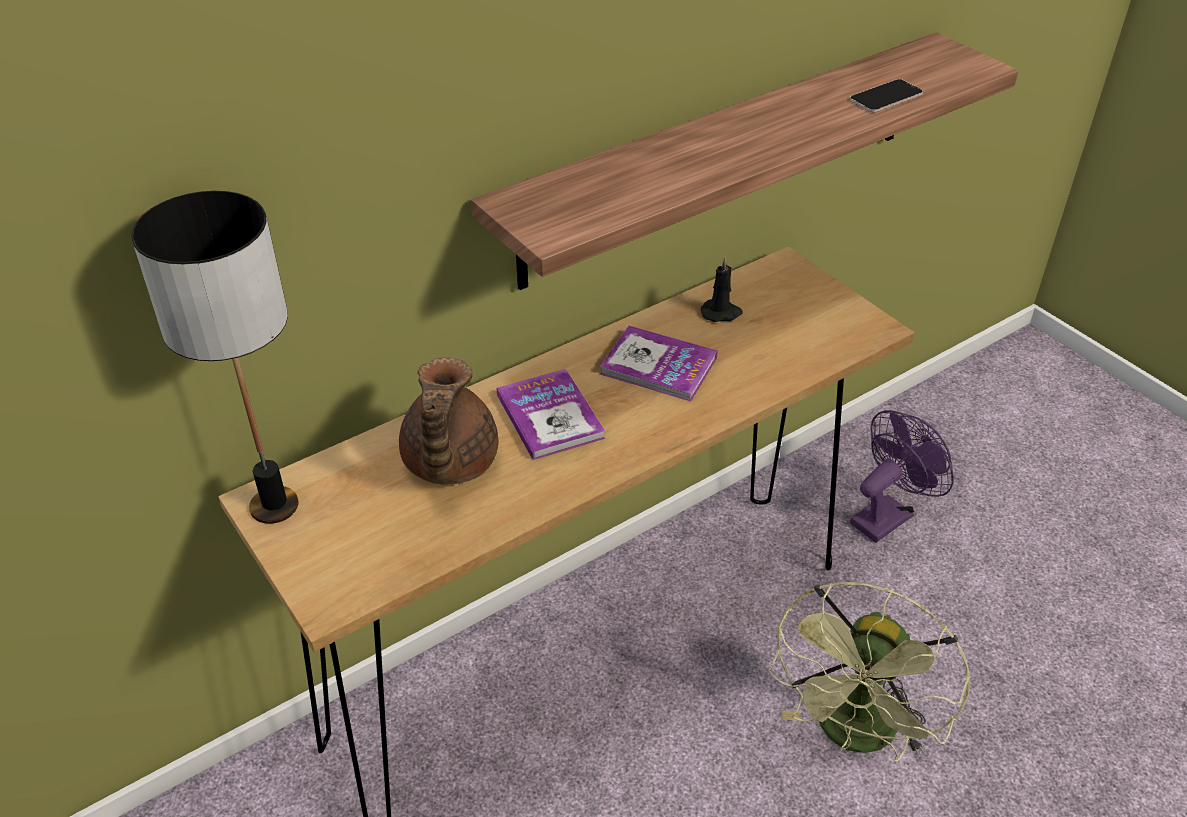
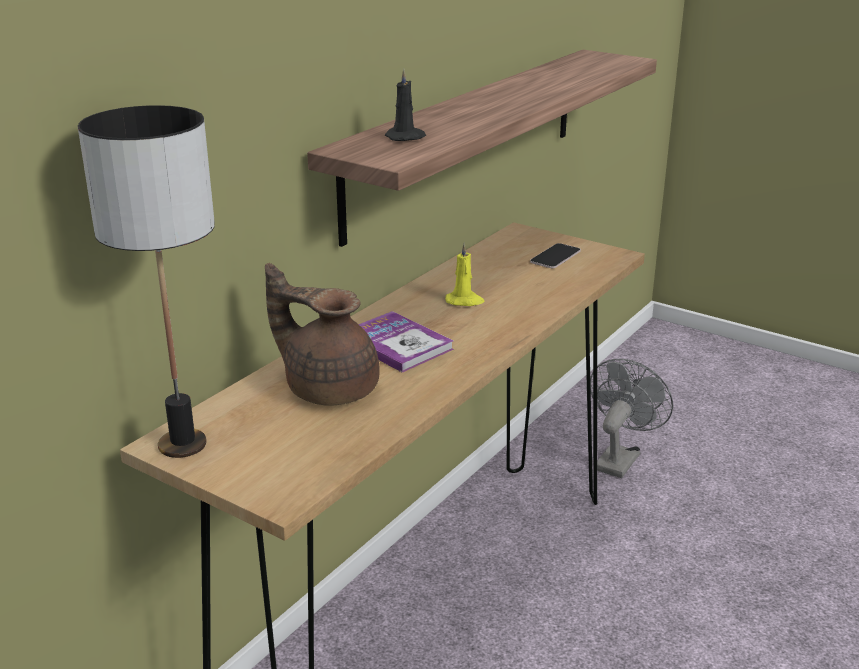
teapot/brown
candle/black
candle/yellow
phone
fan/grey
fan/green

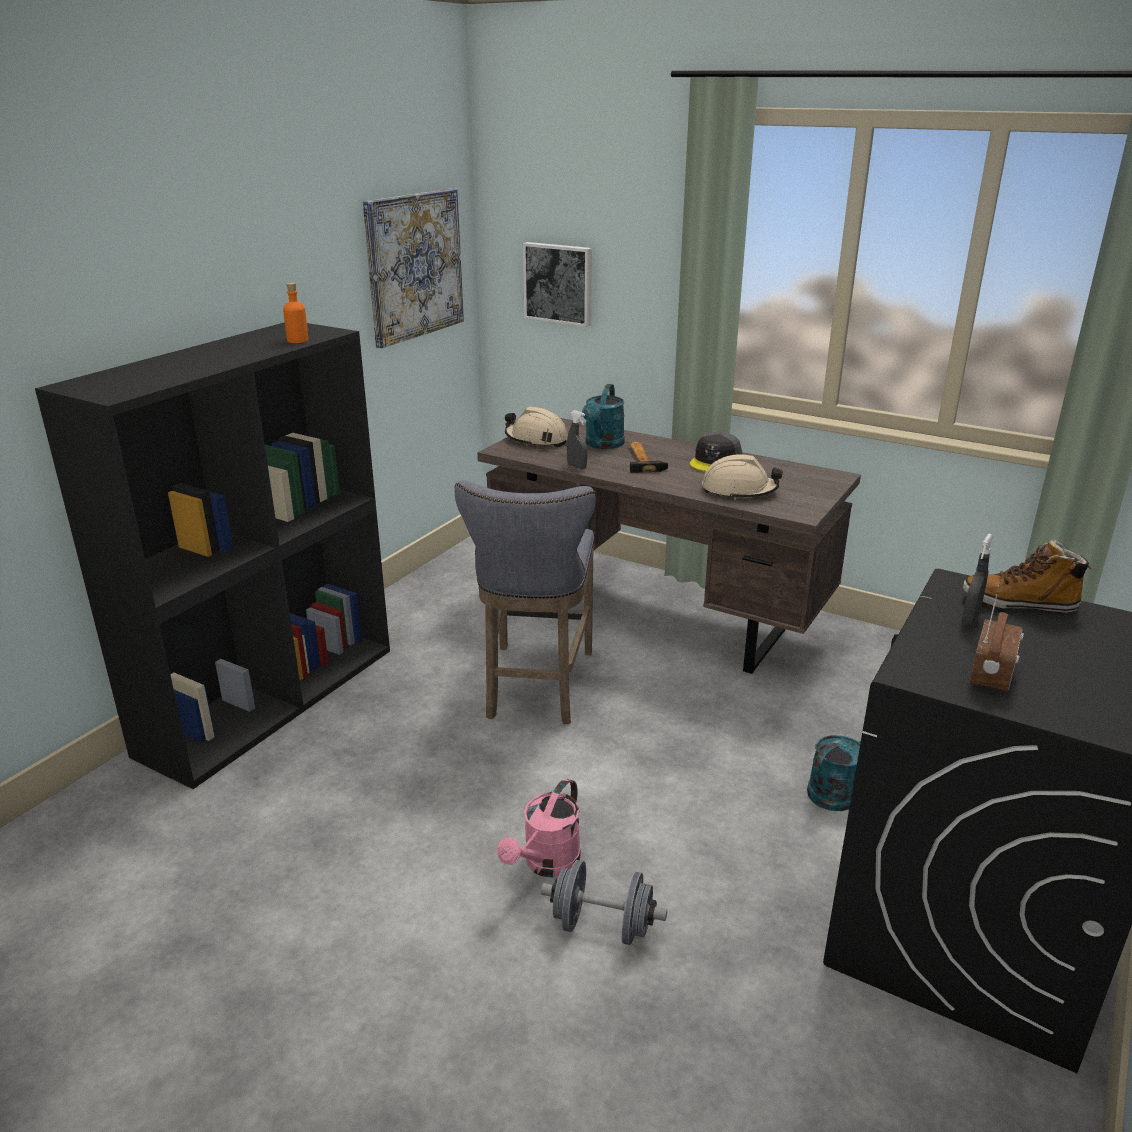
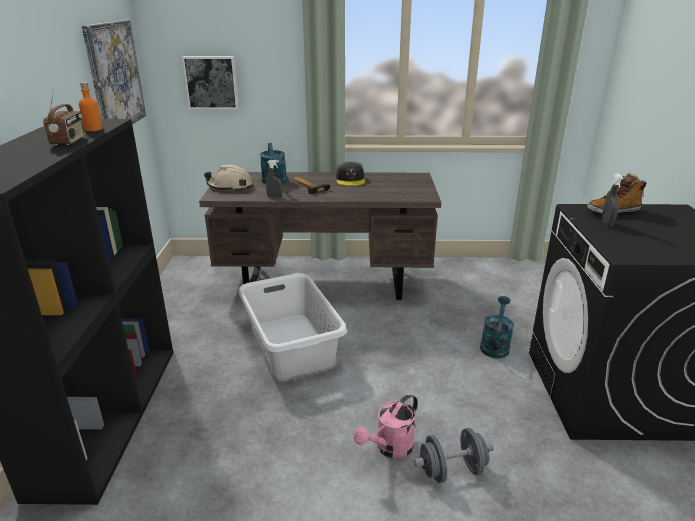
radio
laundry basket/white
watering can/pink
hard hat/beige (no. 2 from left in the first image)

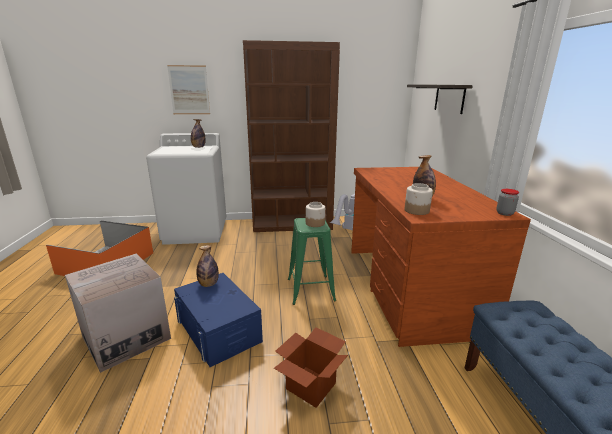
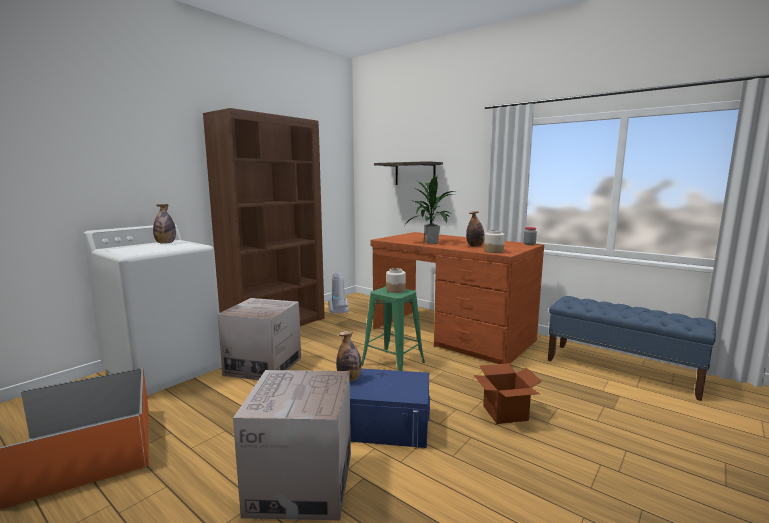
cardboard box (no. 1 from left)
potted plant
picture

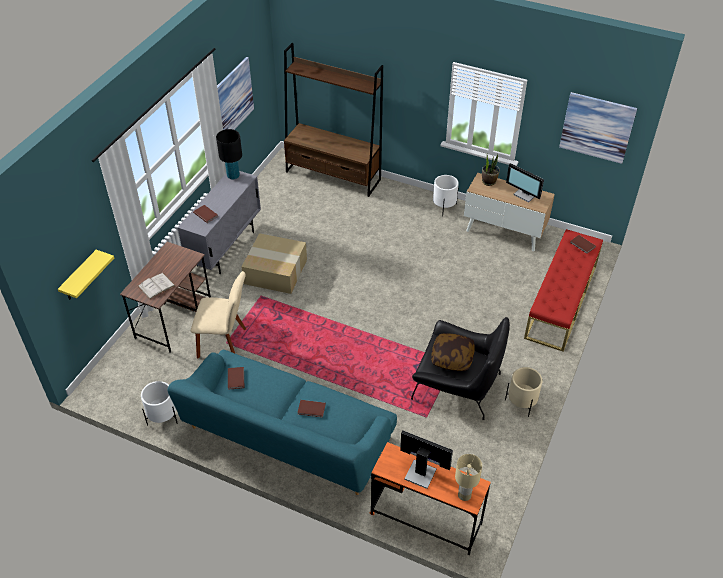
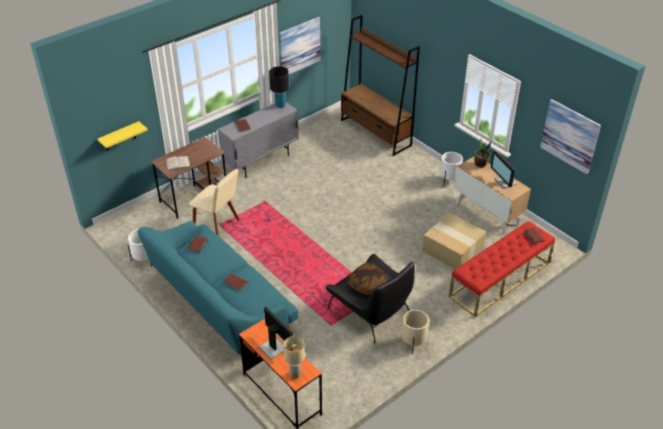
cardboard box

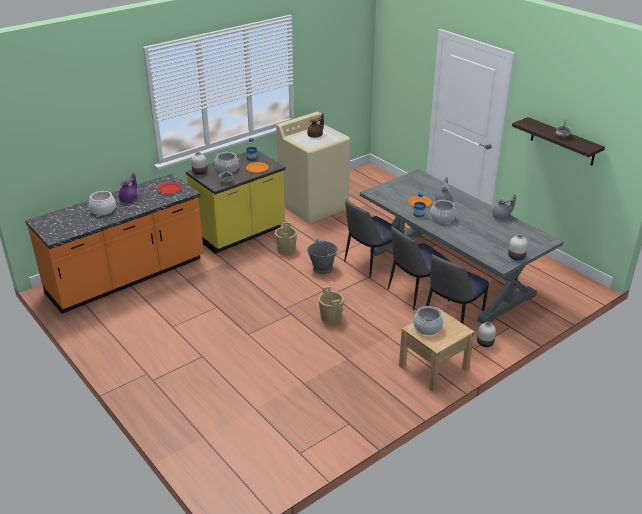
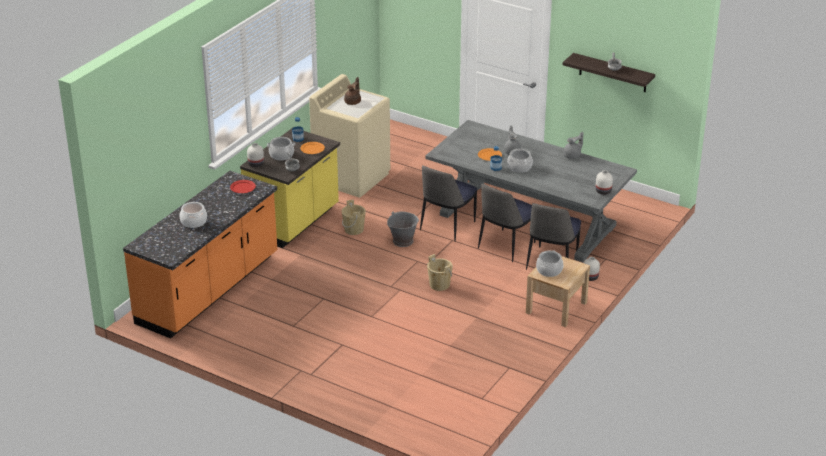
teapot/purple

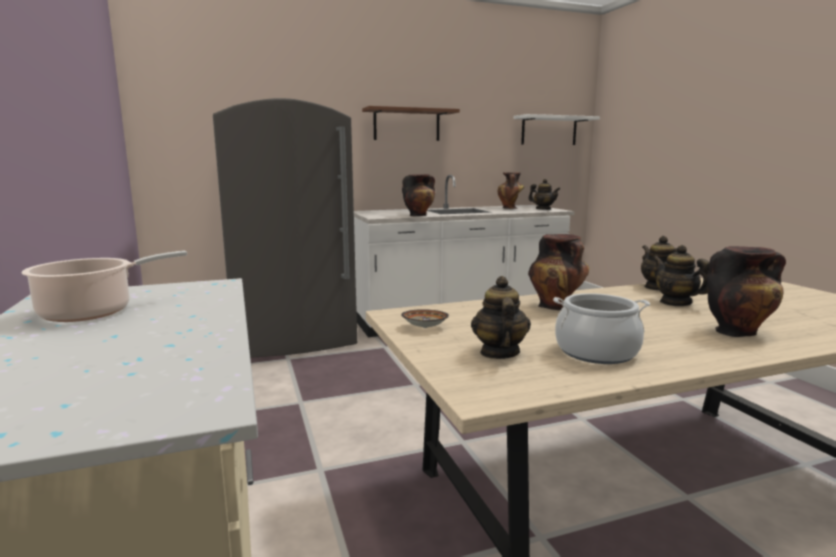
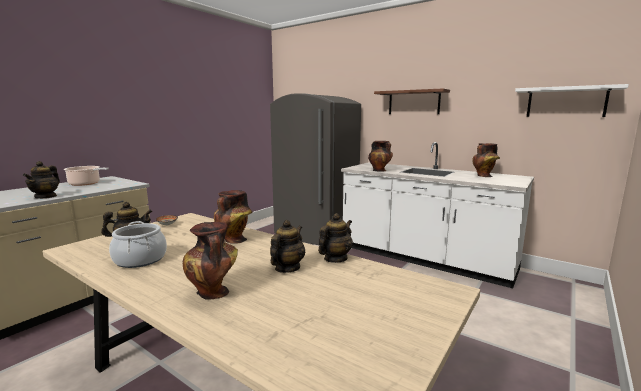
teapot (no. 1 from left)

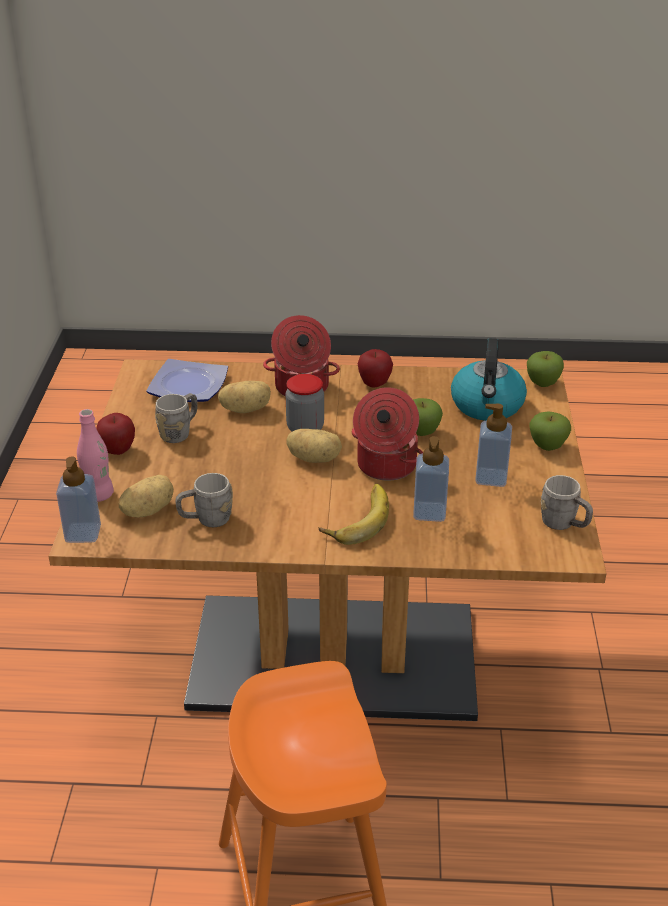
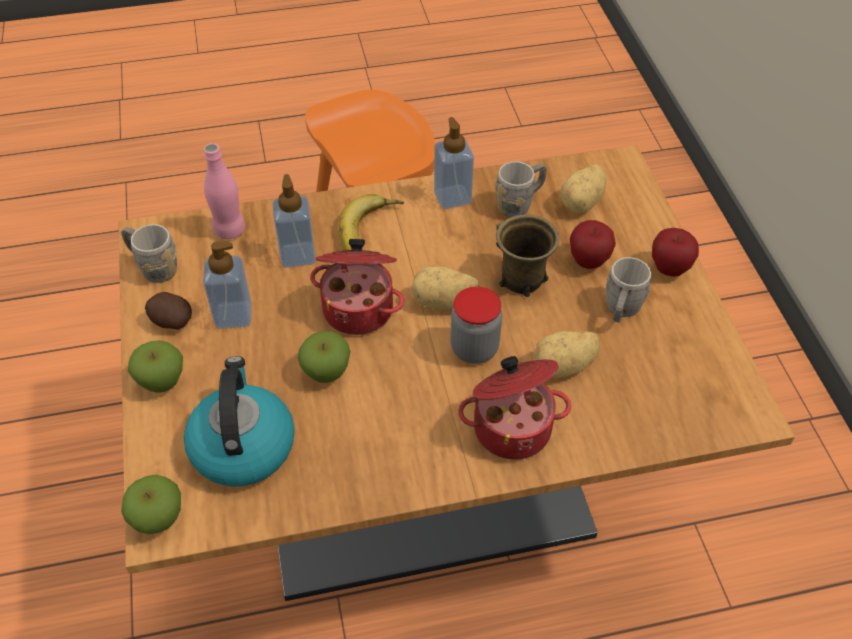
potato (no. 1 from left)
bottle/pink
soap dispenser (no. 3 from left)
mug/brown
apple (no. 4 from left)
plate

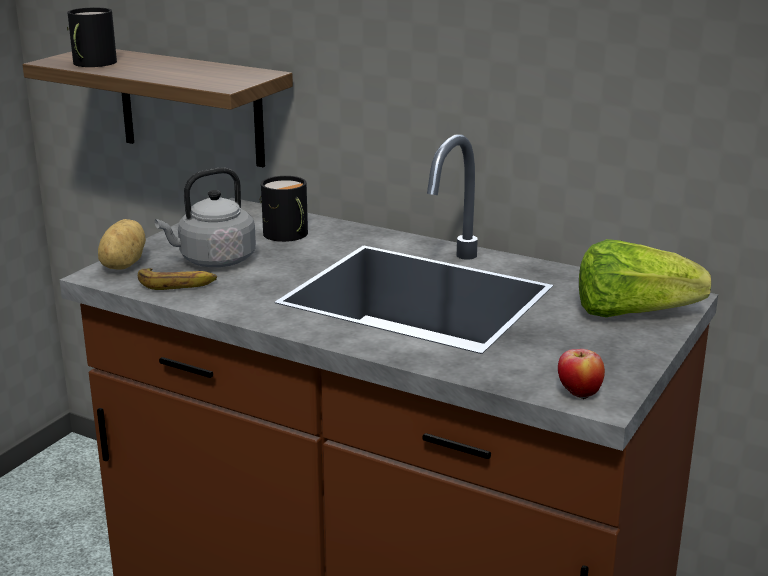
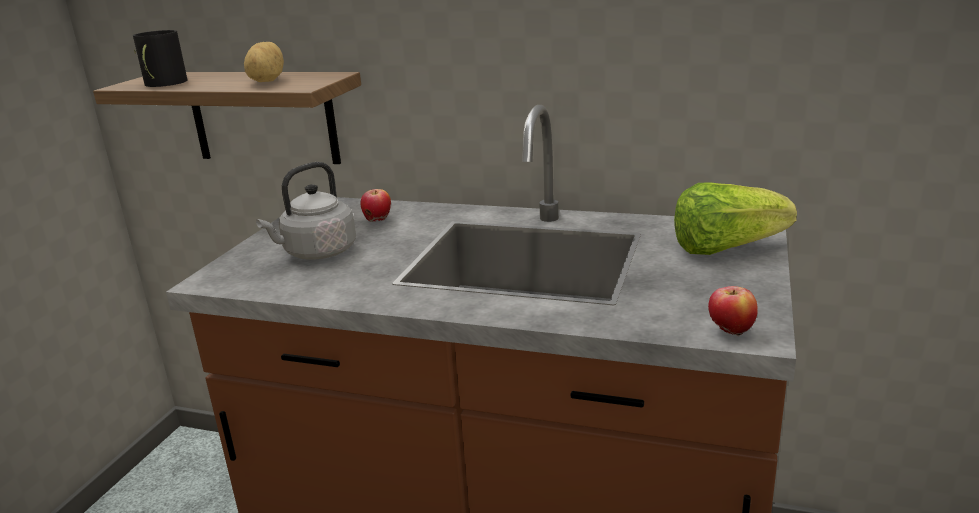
potato
apple (no. 1 from left)
banana

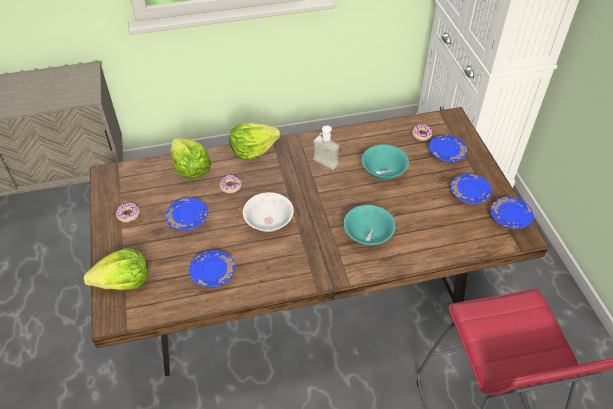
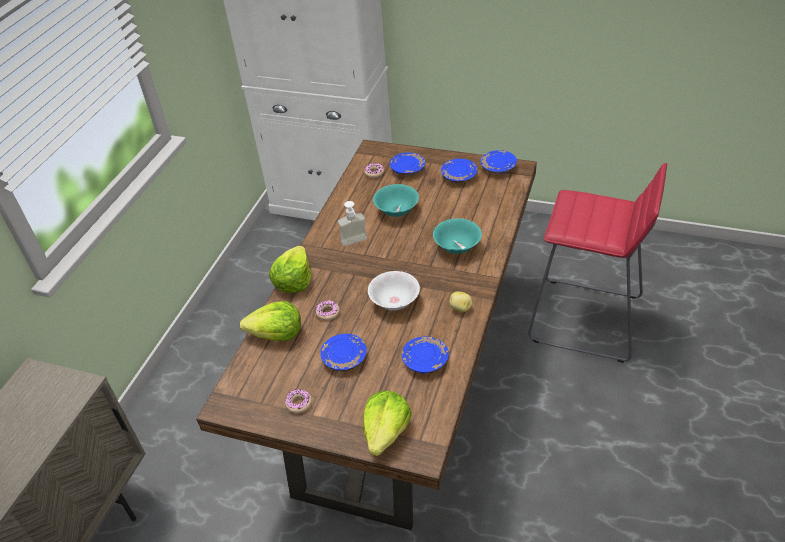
potato

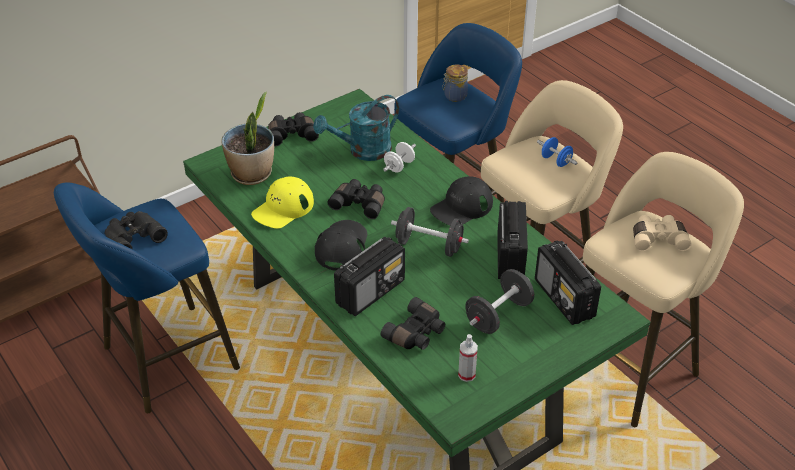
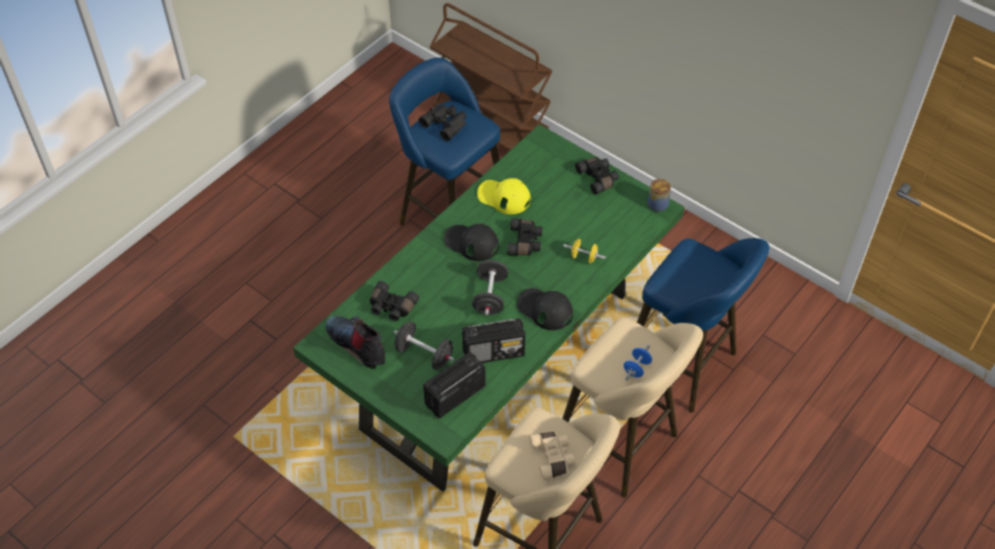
boot
cap/black (no. 1 from left)
dumbbell/yellow
jar
potted plant
watering can/turquoise
radio (no. 1 from left in the first image)

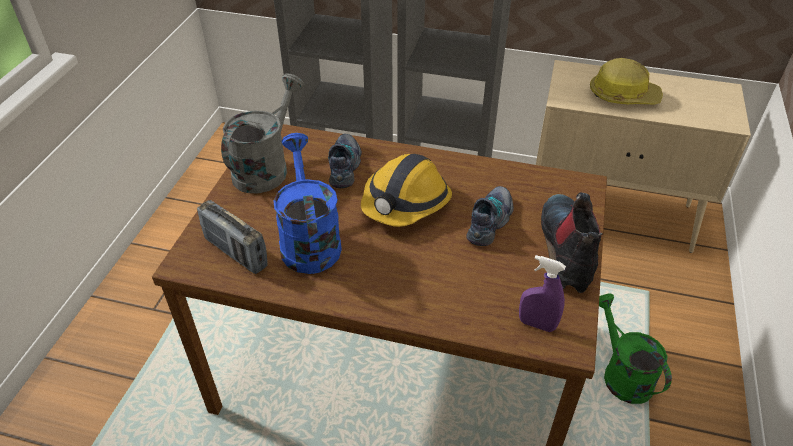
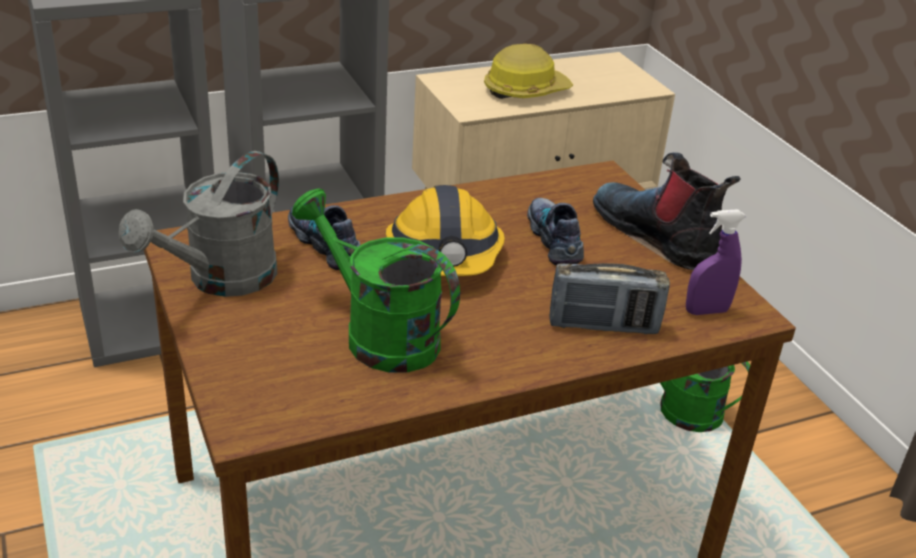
watering can/grey
watering can/green (no. 1 from left)
radio

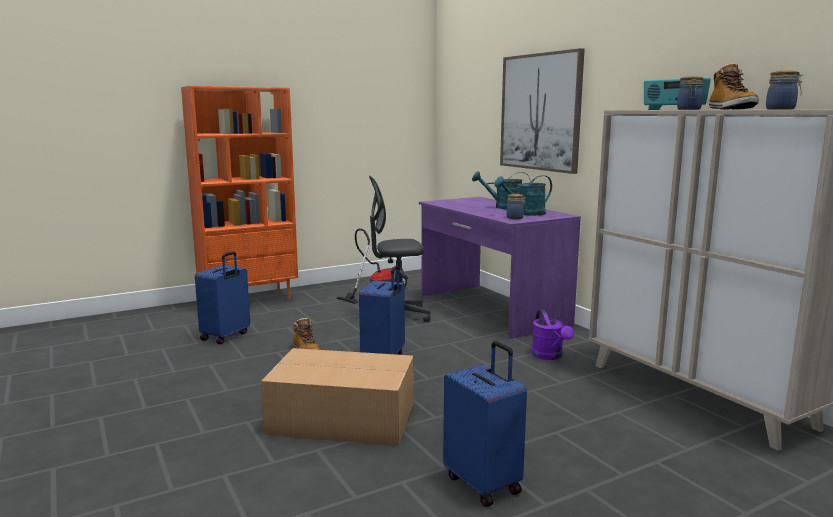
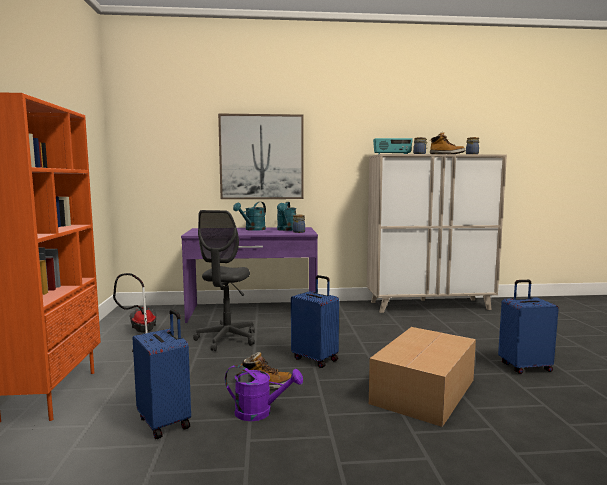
watering can/purple

